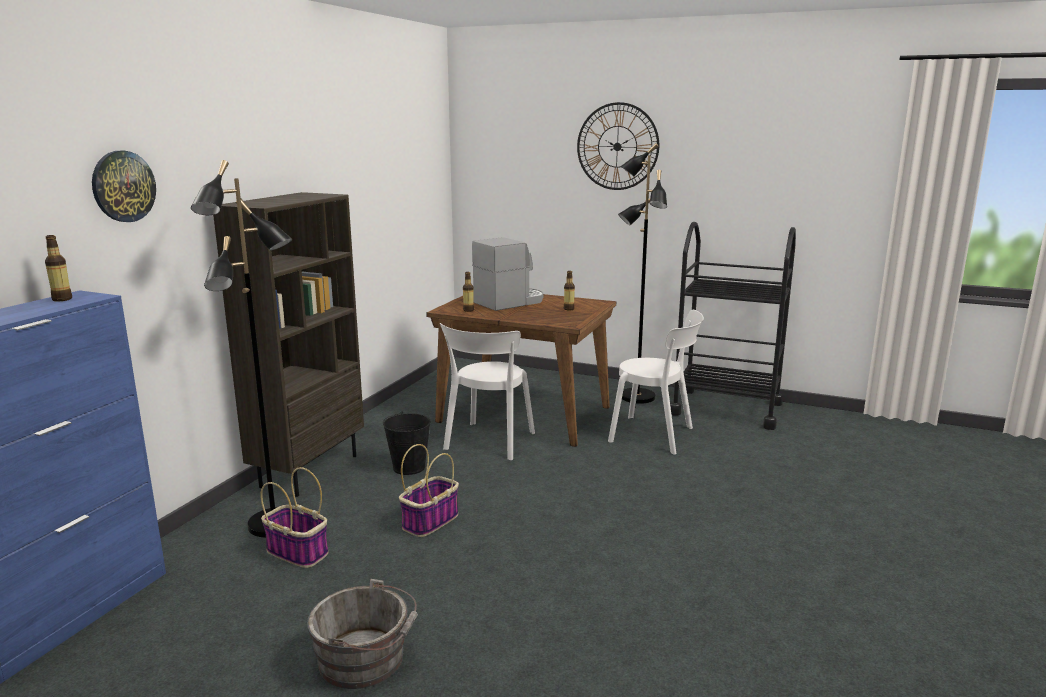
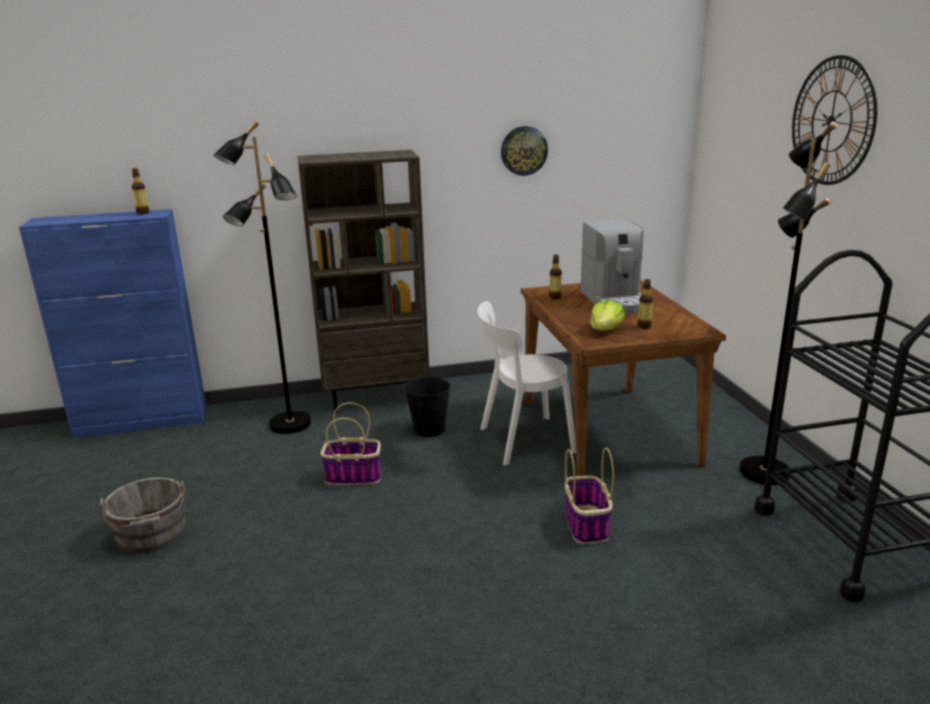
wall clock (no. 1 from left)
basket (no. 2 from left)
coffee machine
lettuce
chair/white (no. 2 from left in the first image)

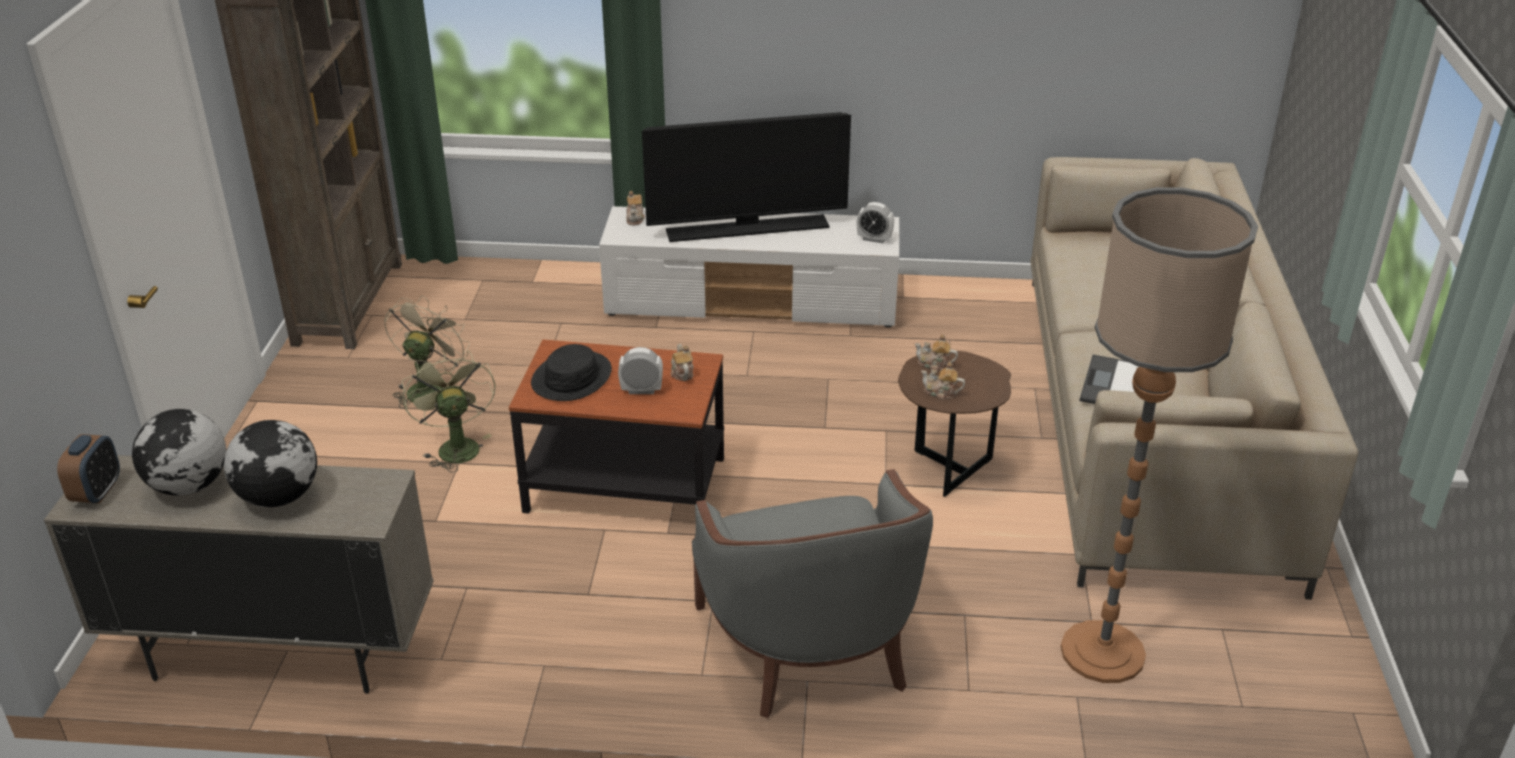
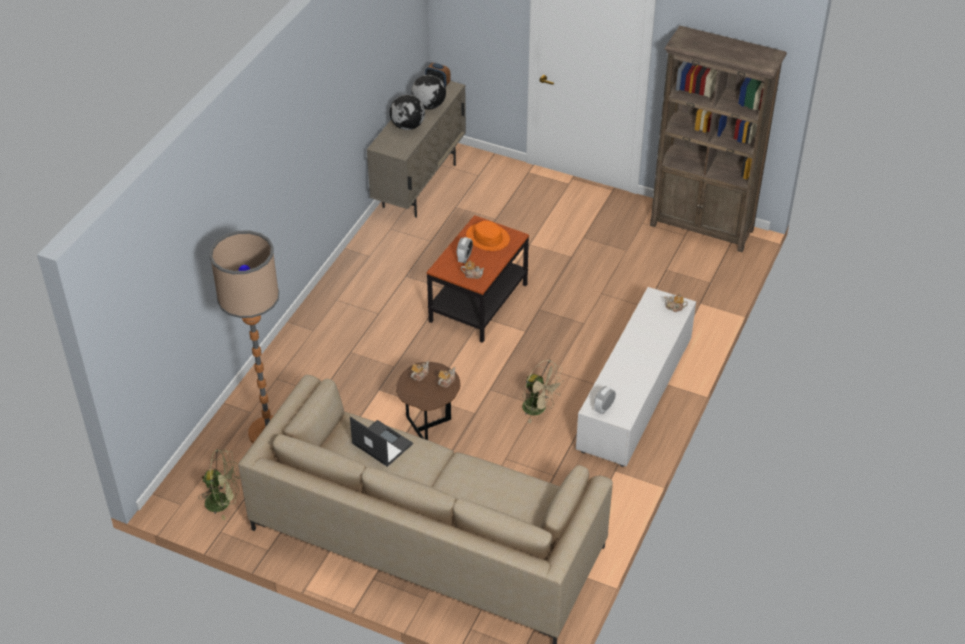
fan/green
hat/orange
fan/beige
television
armchair/grey

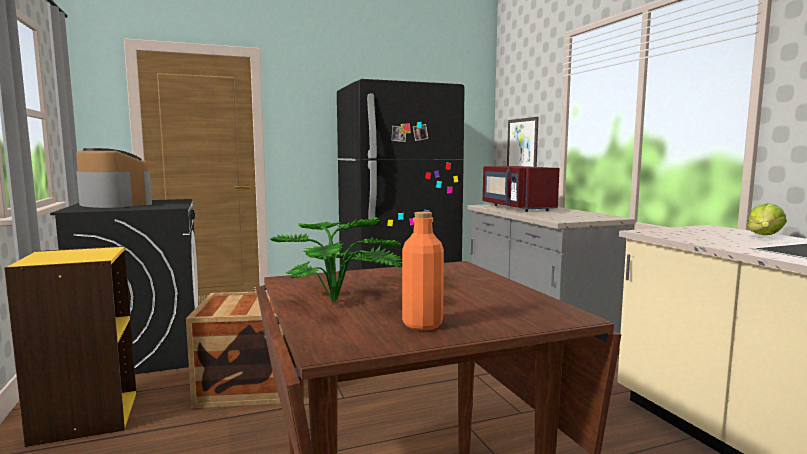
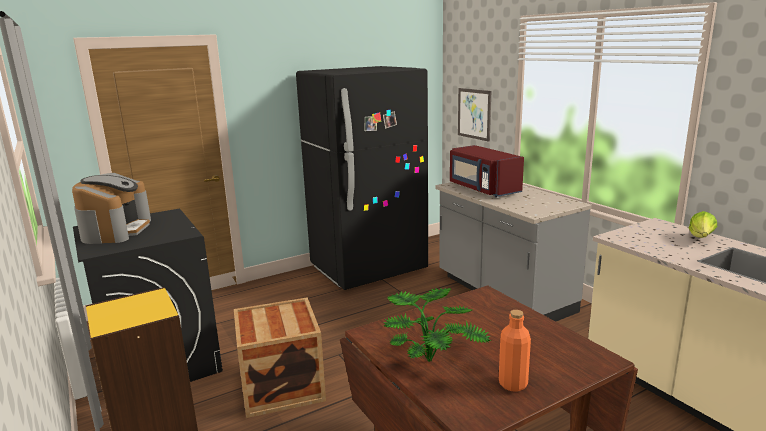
coffee machine

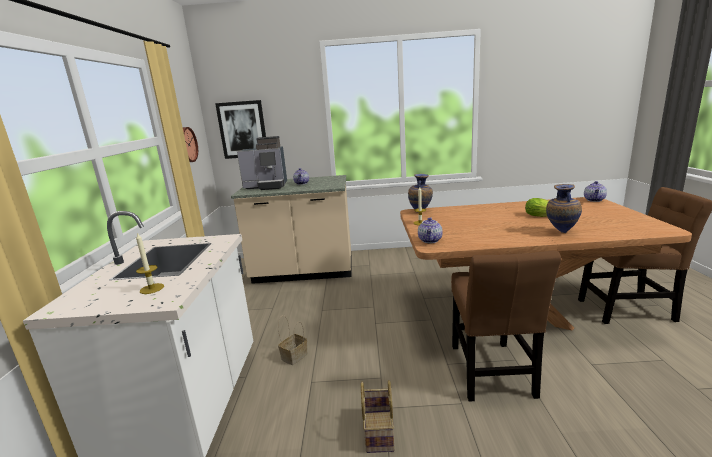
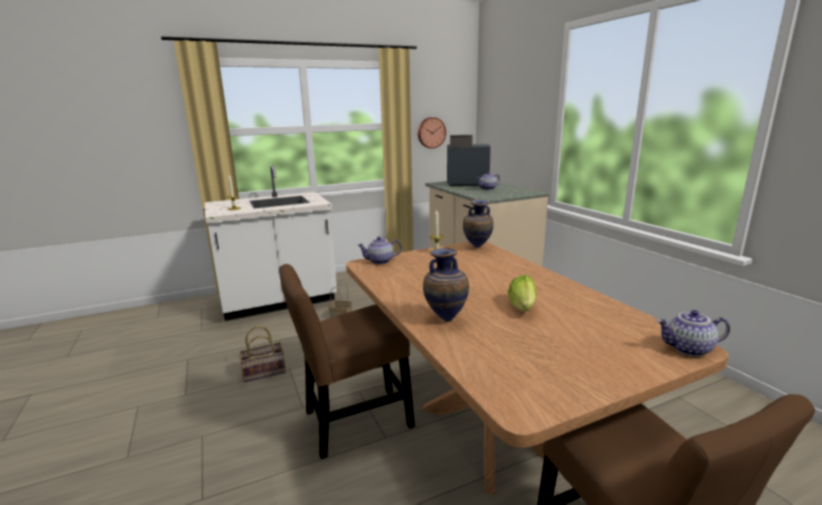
coffee machine
picture

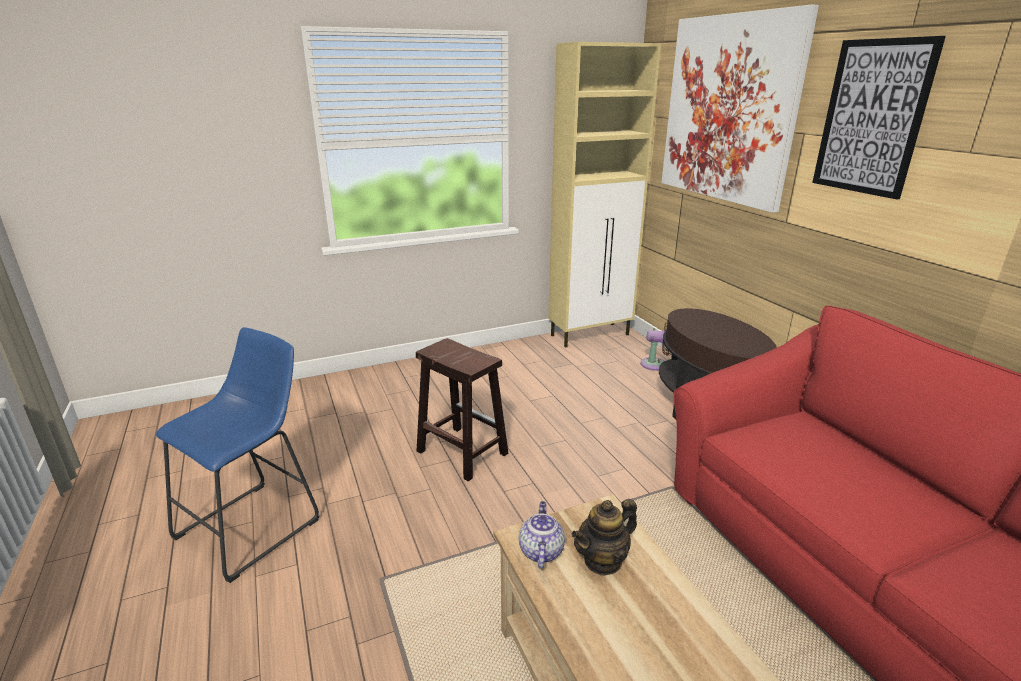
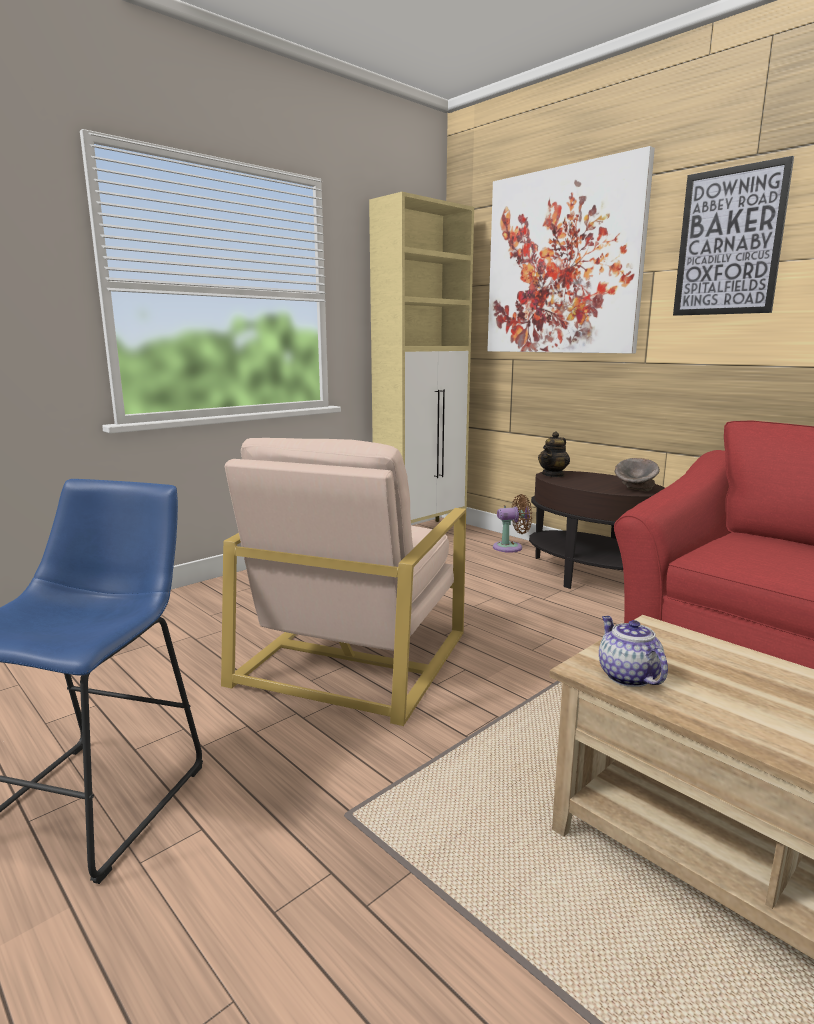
armchair/beige
teapot (no. 1 from left)
bowl/grey

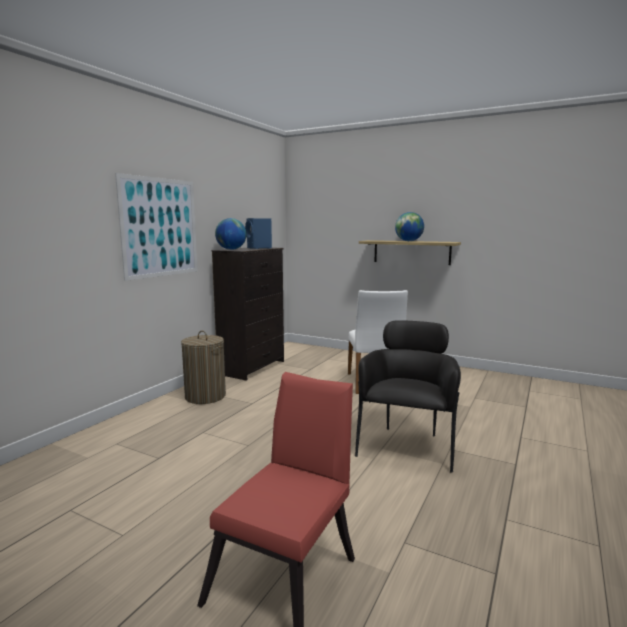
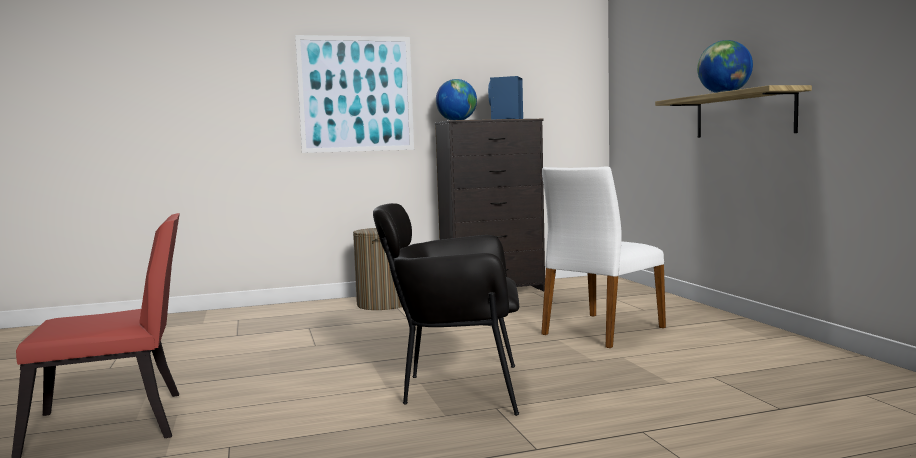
armchair/black

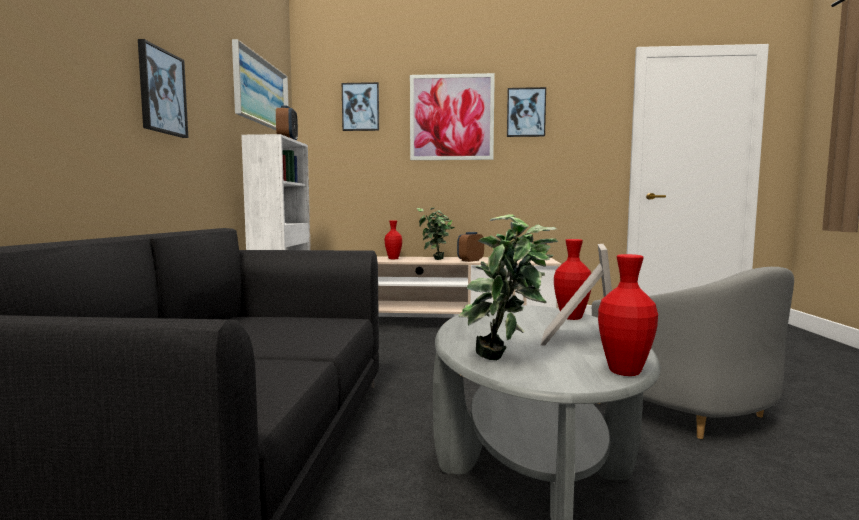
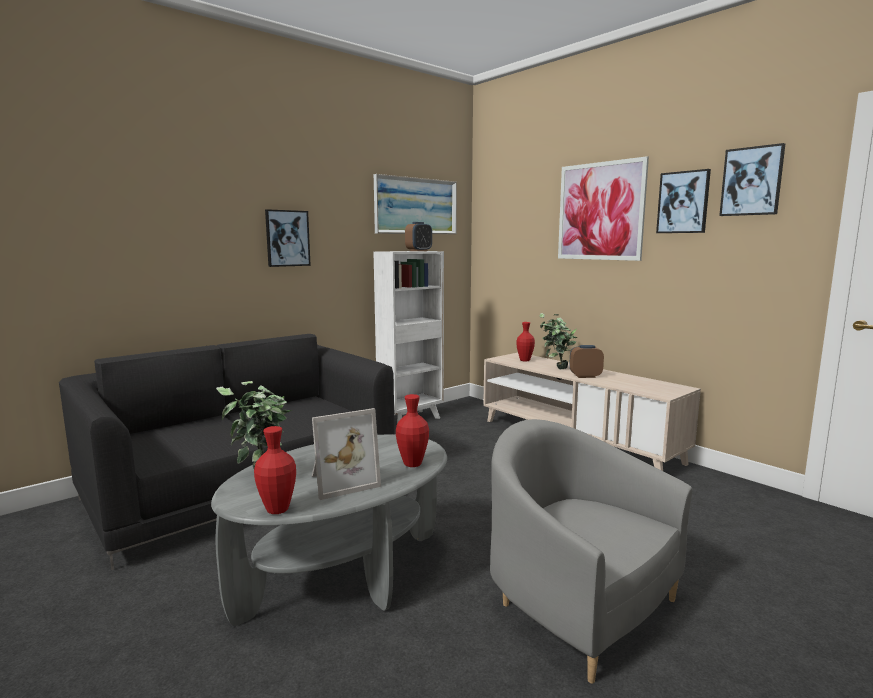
armchair/grey
picture (no. 5 from left)

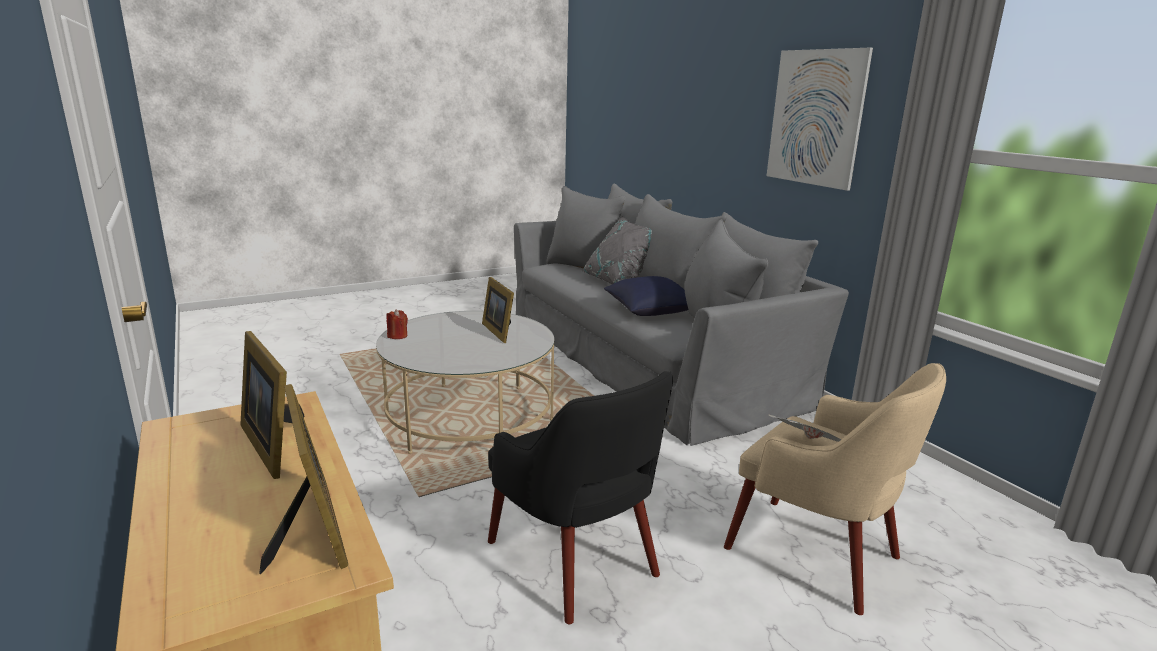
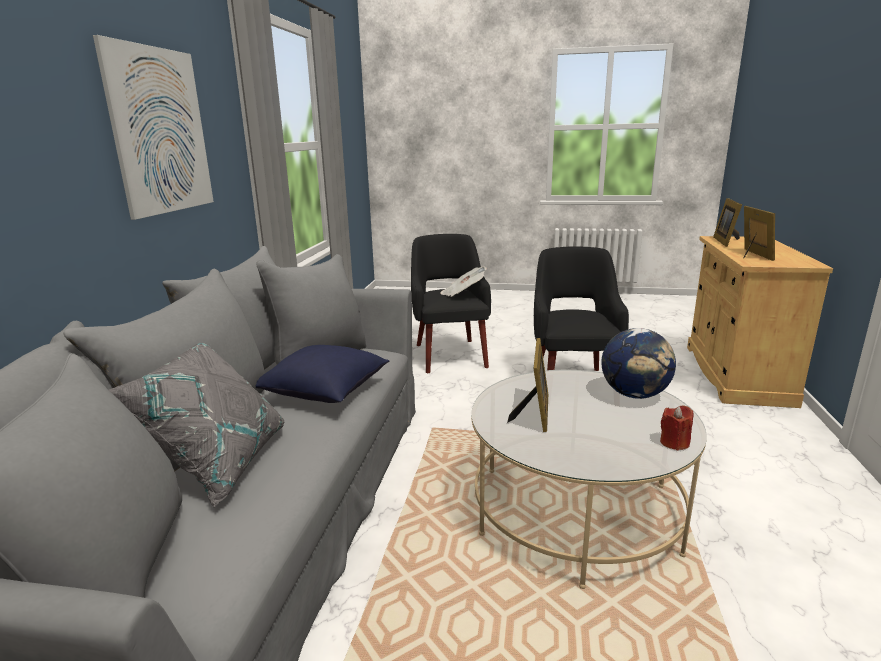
armchair/black (no. 1 from left)
globe

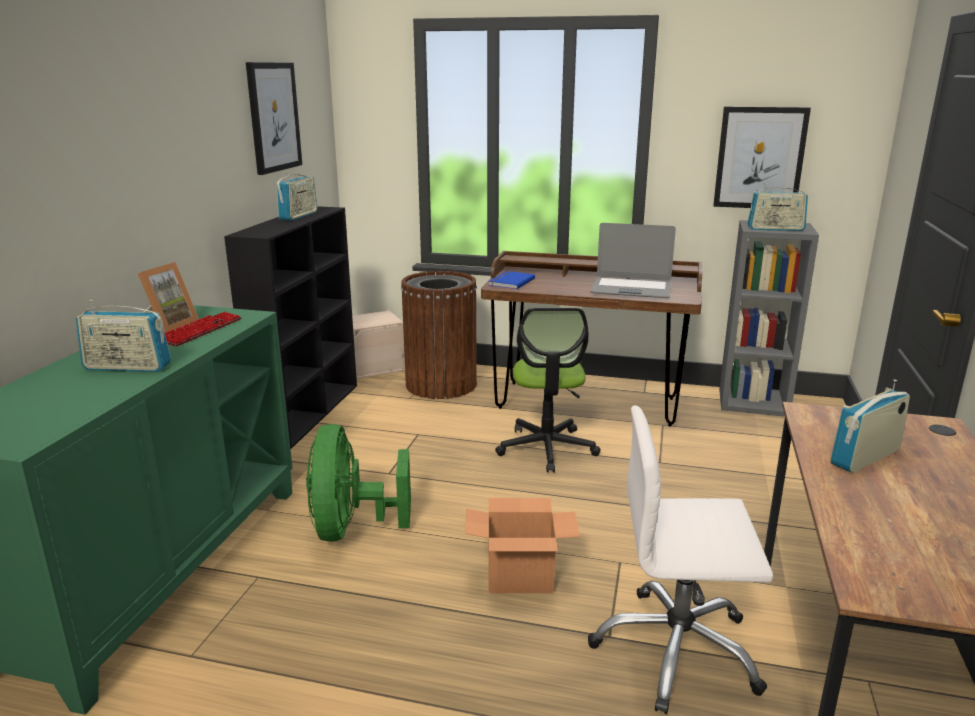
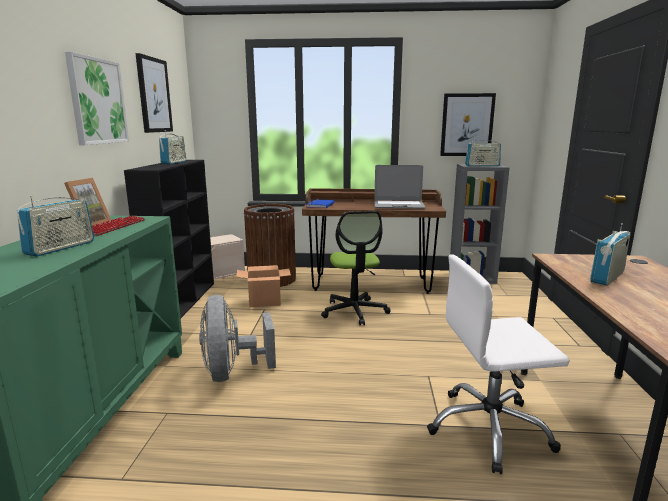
radio (no. 1 from left)
picture (no. 1 from left)
fan/grey
cardboard box

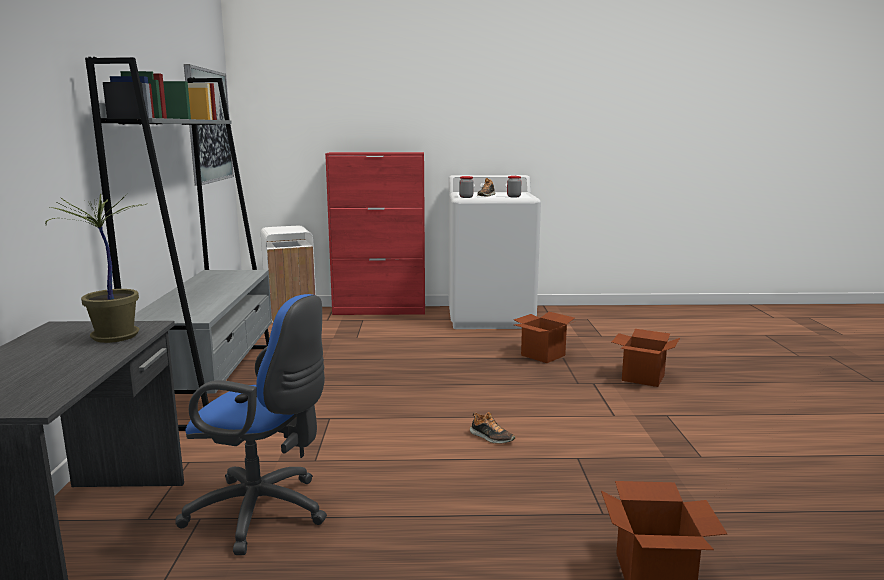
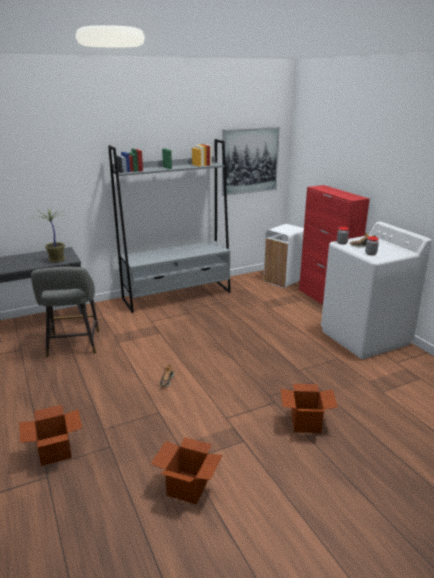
stool/grey
cardboard box (no. 2 from left)

